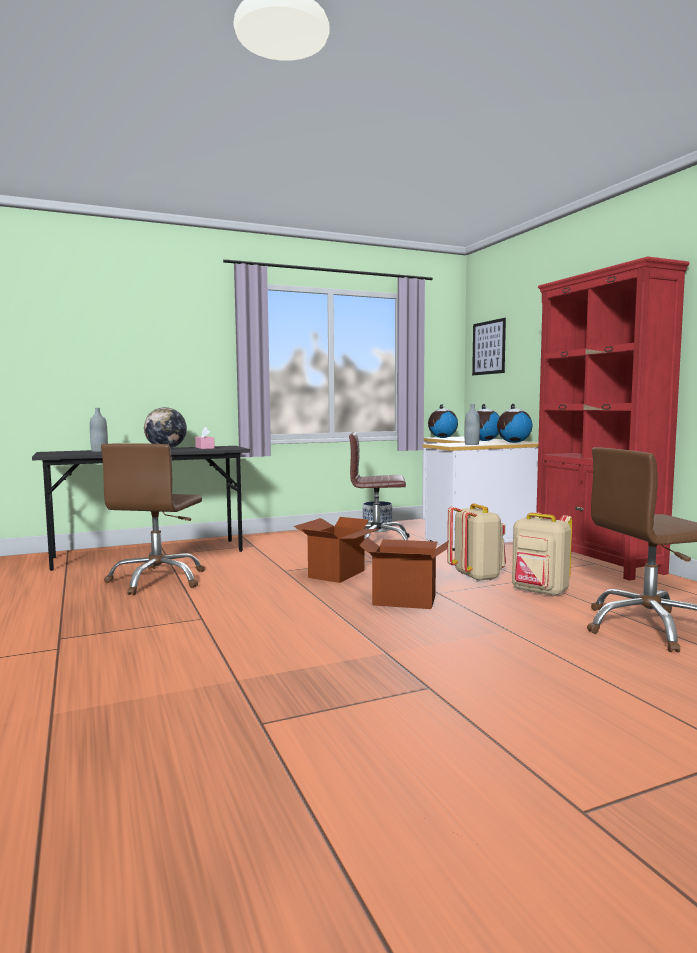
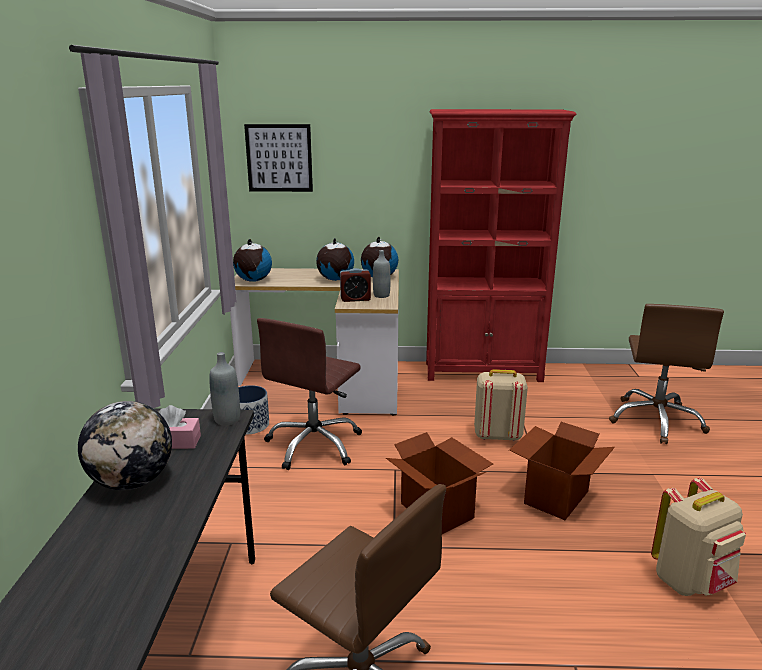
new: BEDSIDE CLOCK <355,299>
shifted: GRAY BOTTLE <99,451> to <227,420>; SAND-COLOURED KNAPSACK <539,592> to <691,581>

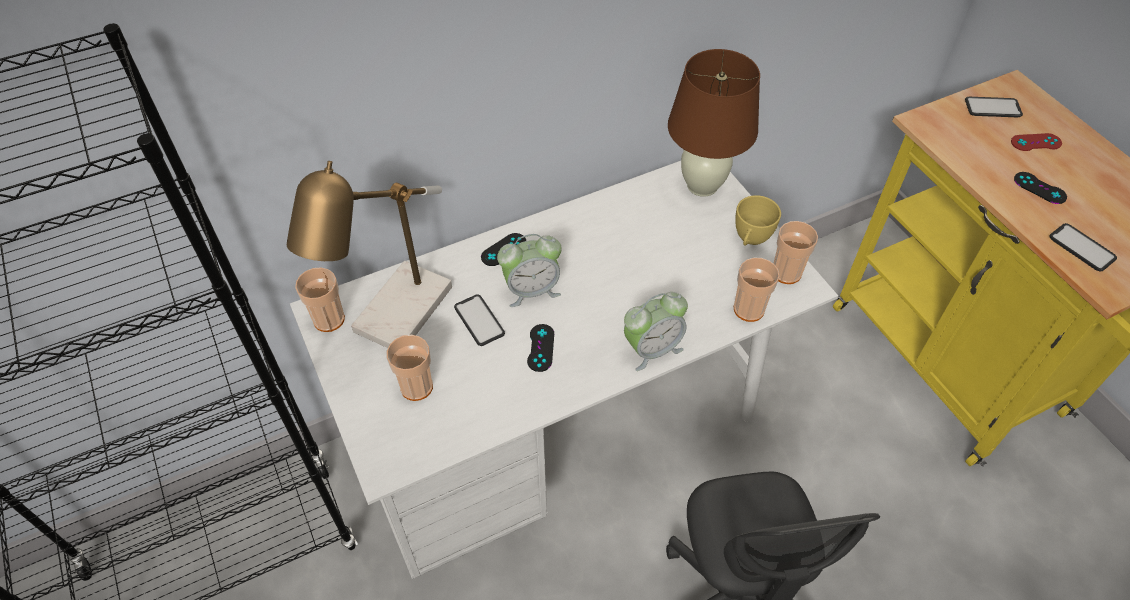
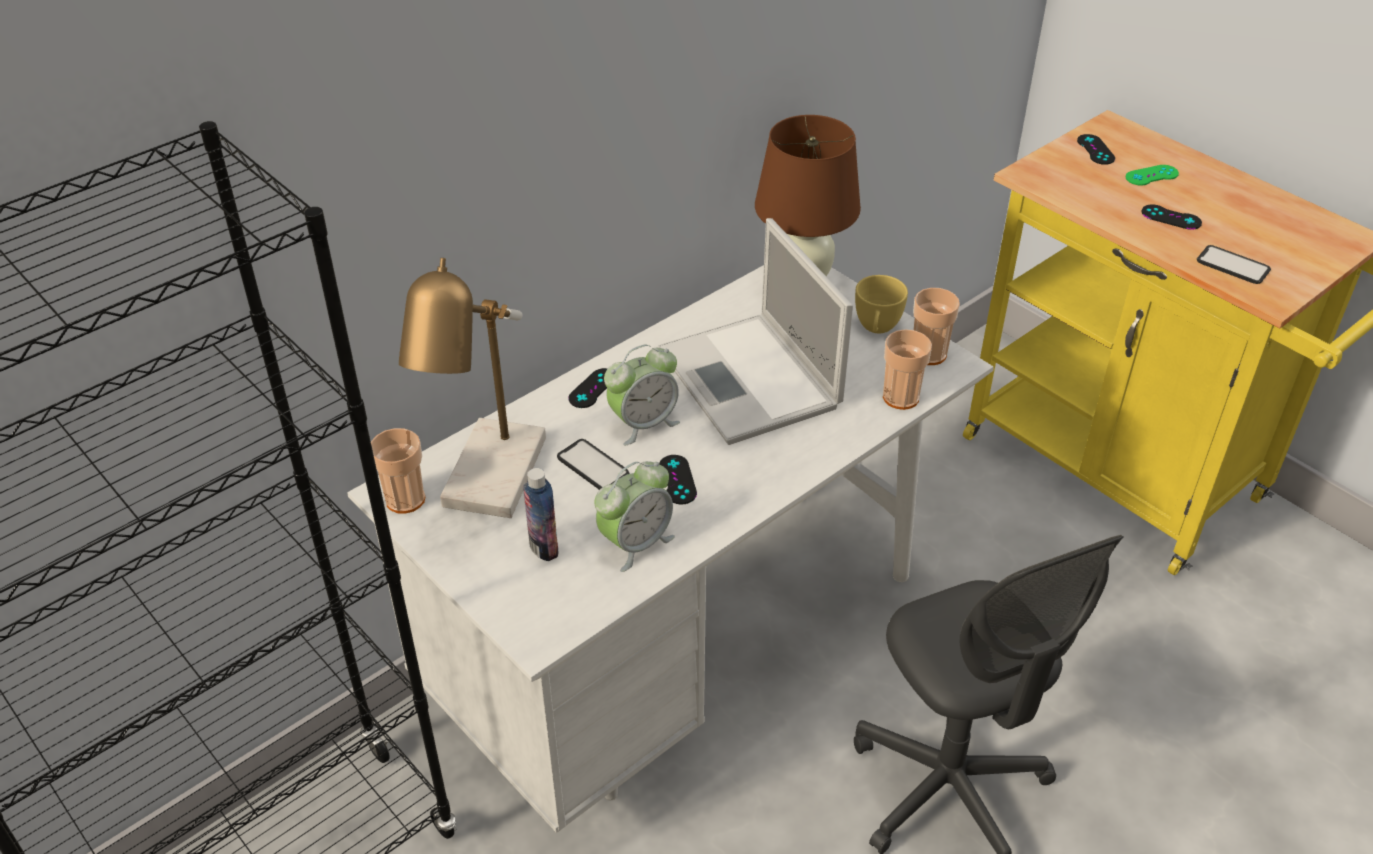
new: LAPTOP <751,380>
shifted: BEDSIDE CLOCK <652,349> to <635,543>
swapped: CUP <416,387> to BOTTLE <543,548>; HANDSET <992,108> to BLACK-COLOURED GAMEPAD <1095,150>
repainted: REDDISH GAMEPAD <1036,142> to GREEN-COLOURED GAMEPAD <1151,175>

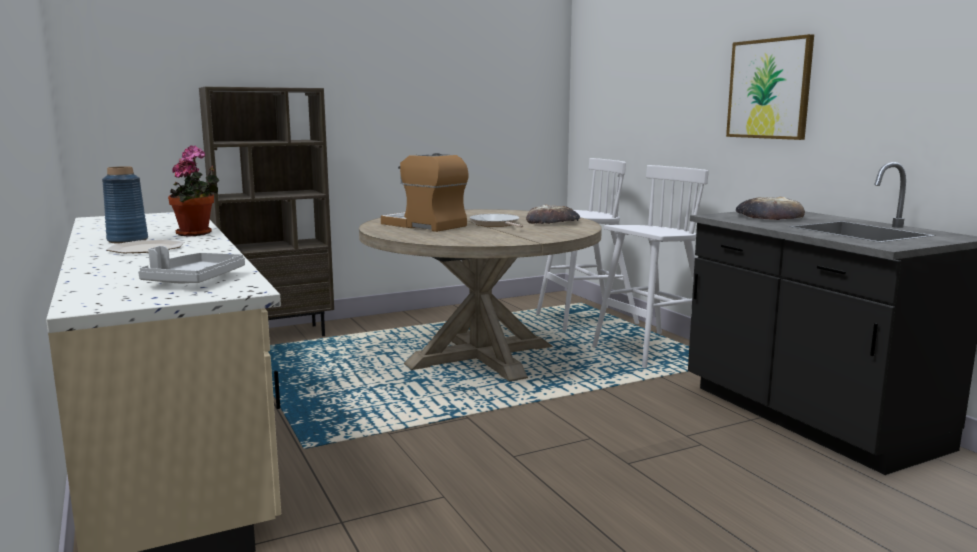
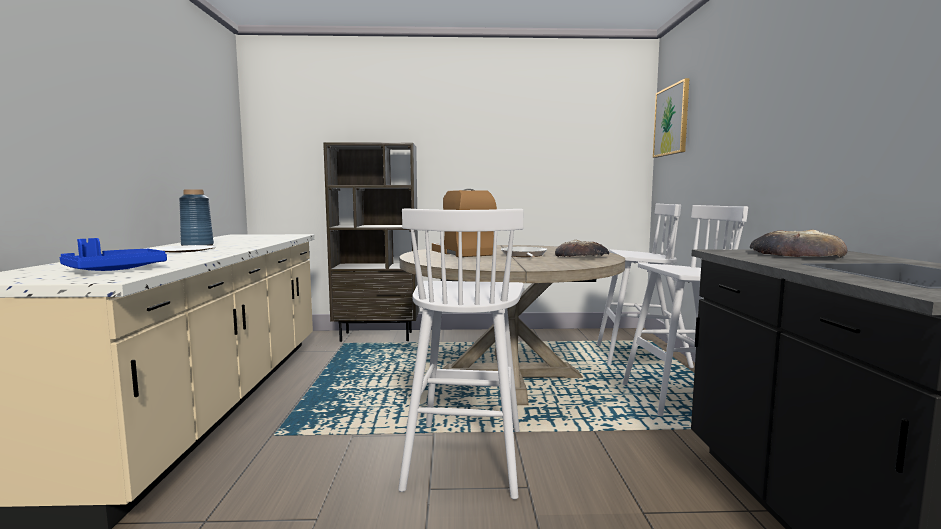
gone: HOUSEPLANT <197,234>
new: WHITISH STOOL <466,456>
shifted: WALL PICTURE <769,89> to <671,120>
repainted: GRAY CARRYING TRAY <194,280> to BLUE CARRYING TRAY <114,270>

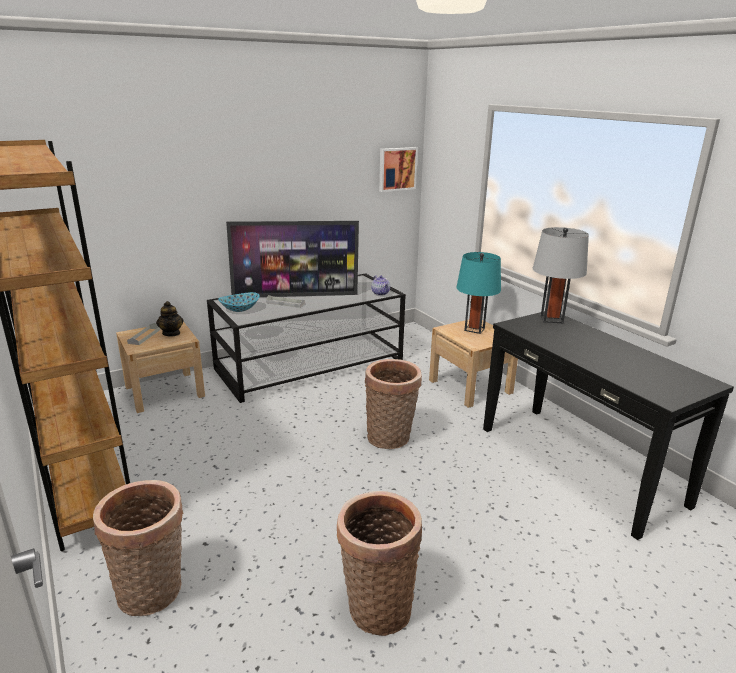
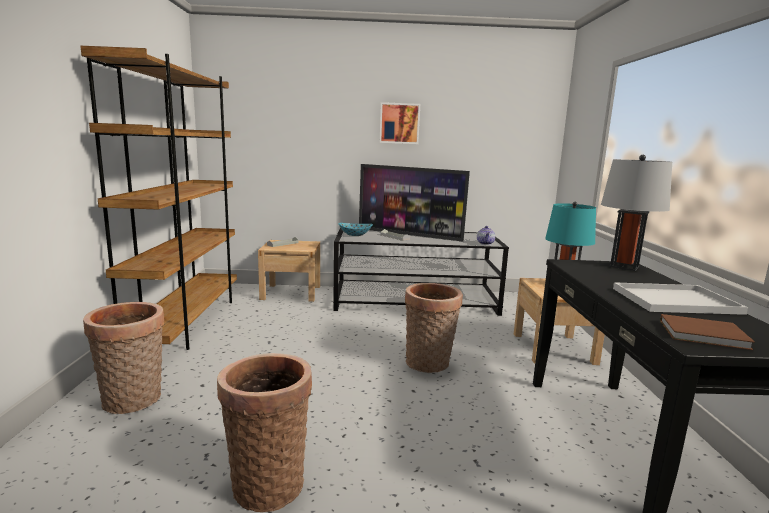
gone: TEAPOT <171,333>
new: WHITISH CARRYING TRAY <676,300>; BROWN-COLOURED BOOK <705,335>
shifted: WALL PICTURE <397,169> to <399,123>

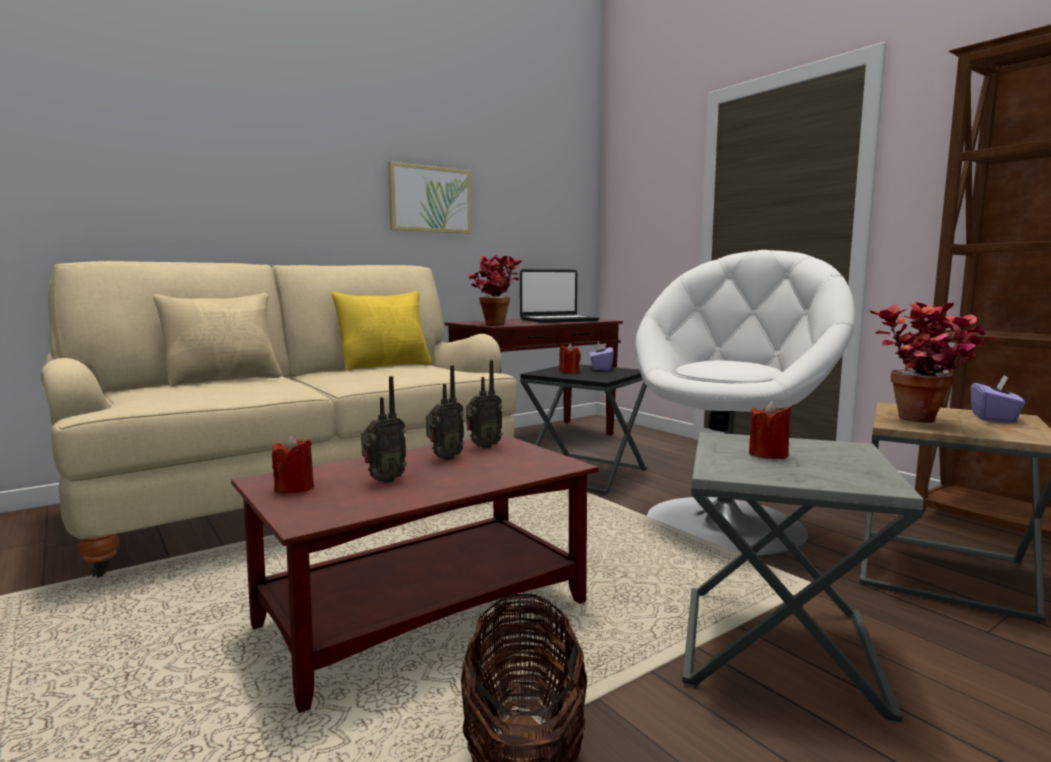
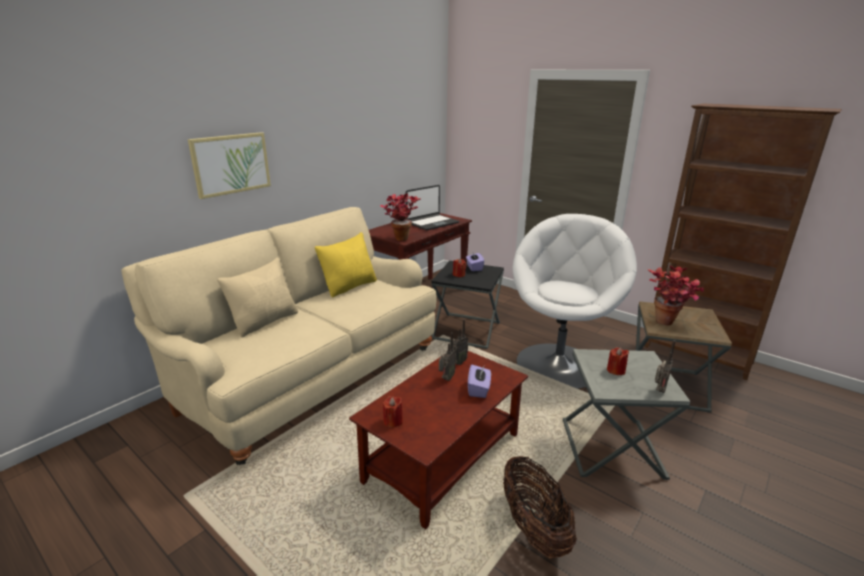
shifted: RADIO RECEIVER <383,481> to <658,390>; WALL PICTURE <430,199> to <231,164>; PURPLE-COLOURED BOX OF TISSUES <994,418> to <479,389>

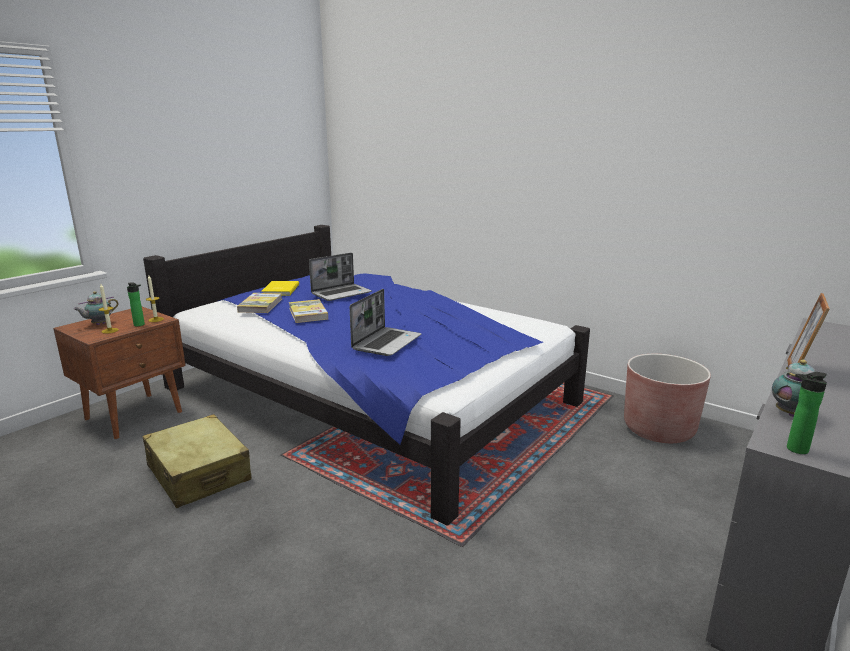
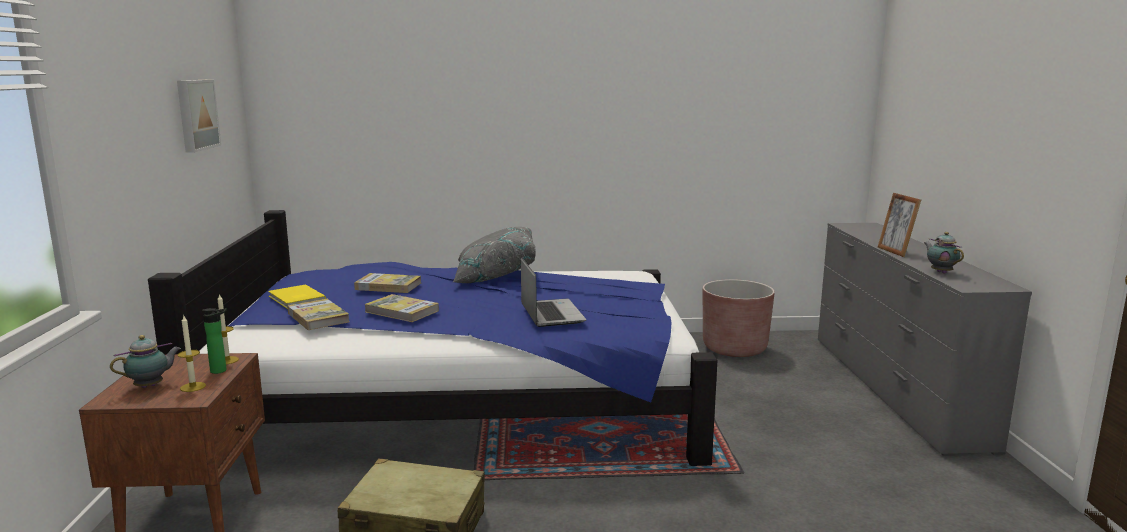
gone: BOTTLE <794,449>
new: WALL PICTURE <195,114>; GRAY THROW PILLOW <494,276>
swapped: LAPTOP <342,293> to BOOK <388,286>
rotated: TEAPOT <99,324> = <151,386> 135 degrees counterclockwise

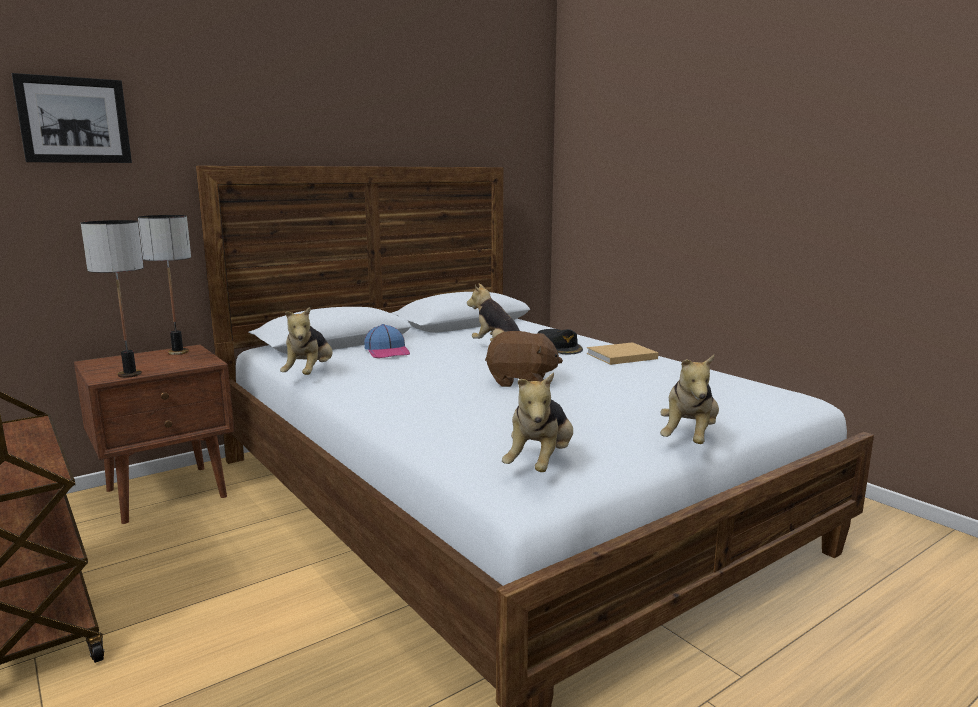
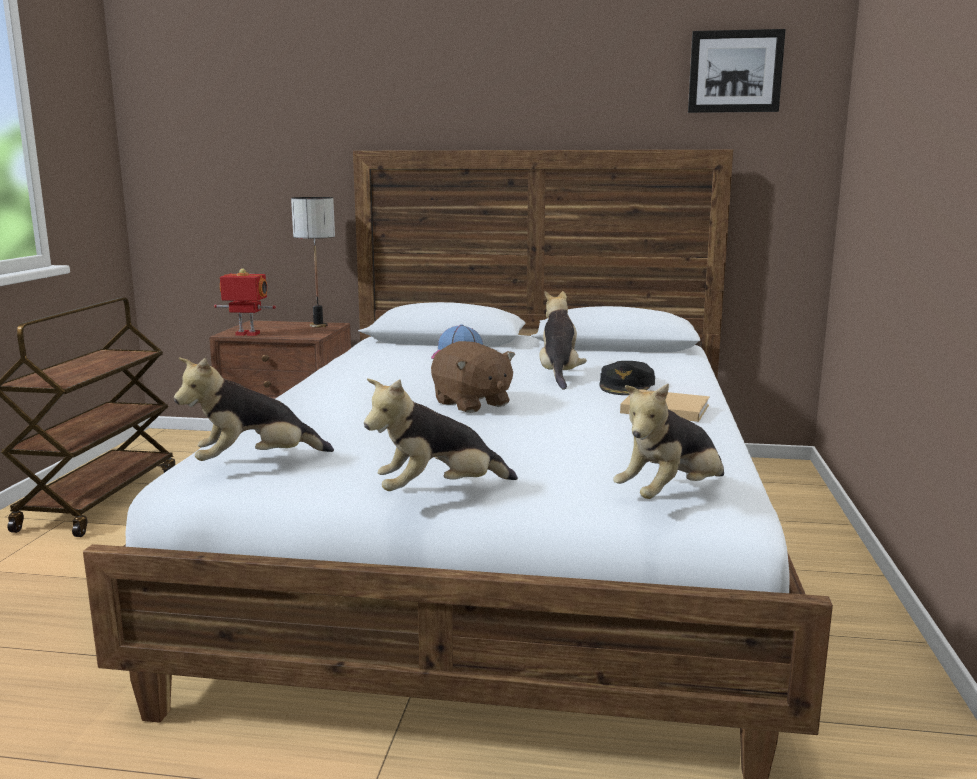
shifted: WALL PICTURE <74,120> to <735,72>; CUDDLY TOY <310,374> to <671,496>
swapped: TABLETOP LAMP <130,374> to TOY ROBOT <247,334>

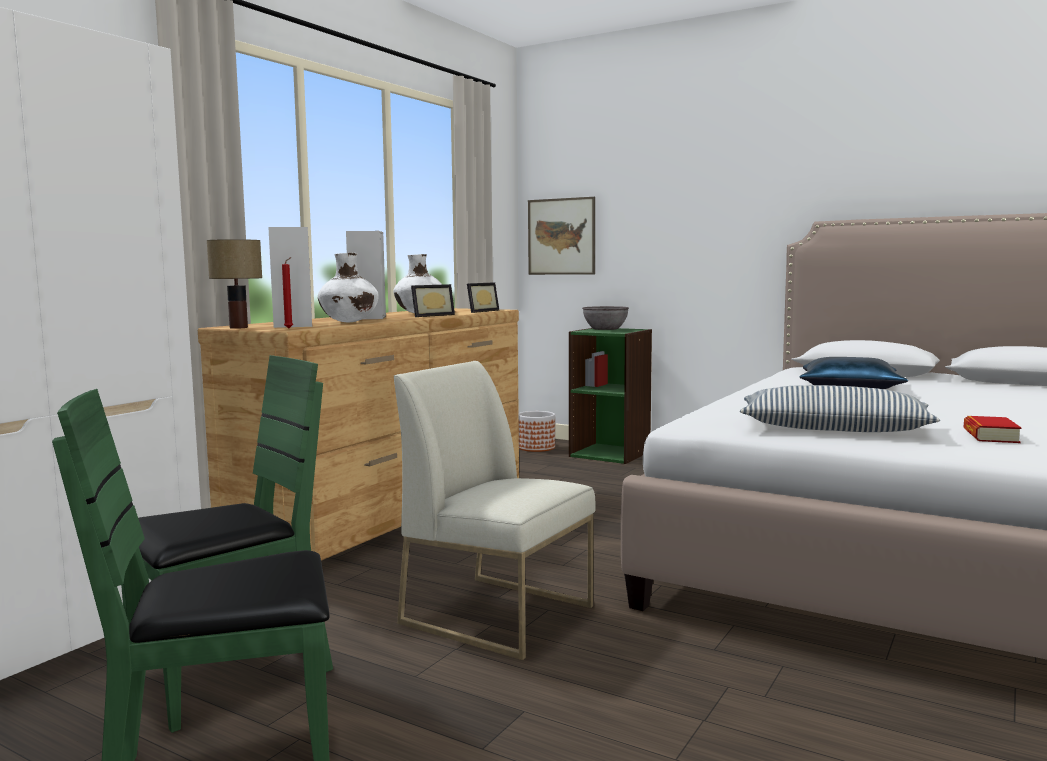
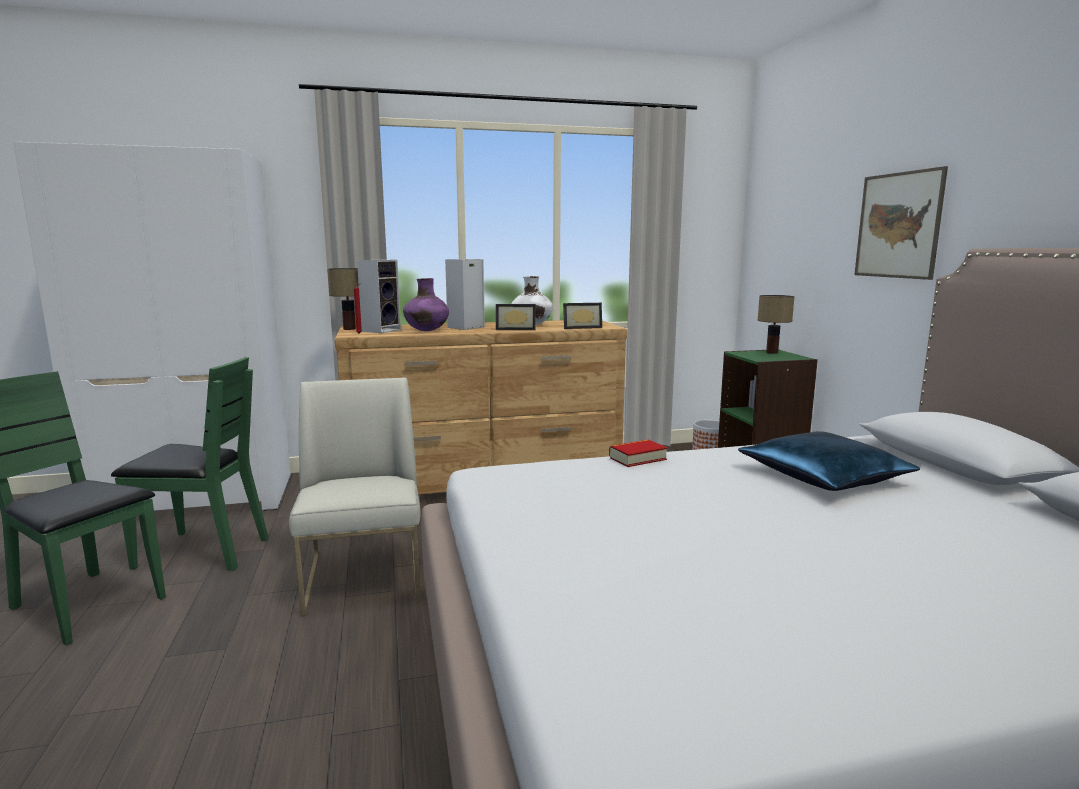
gone: THROW PILLOW <834,429>
shifted: WALL PICTURE <561,236> to <898,225>; BOOK <990,436> to <637,458>
swapped: GRAY DEEP DISH <605,328> to TABLETOP LAMP <772,352>
repainted: WHITISH DECORATIVE VASE <349,322> to PURPLE-COLOURED DECORATIVE VASE <427,331>

